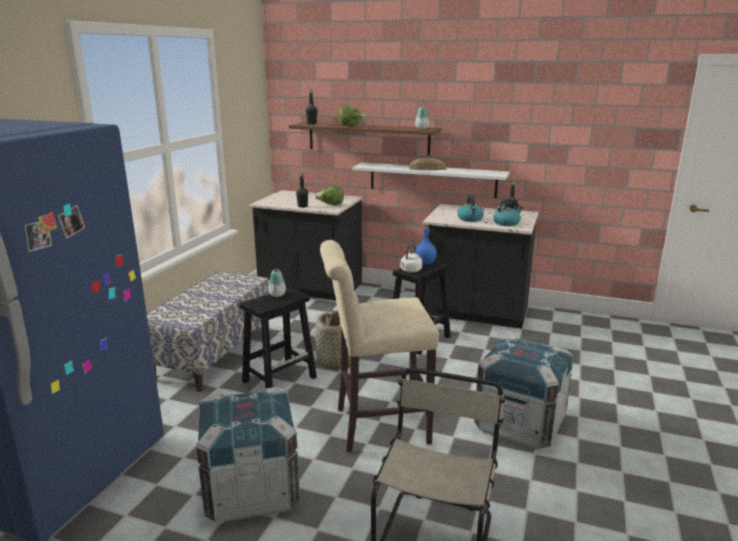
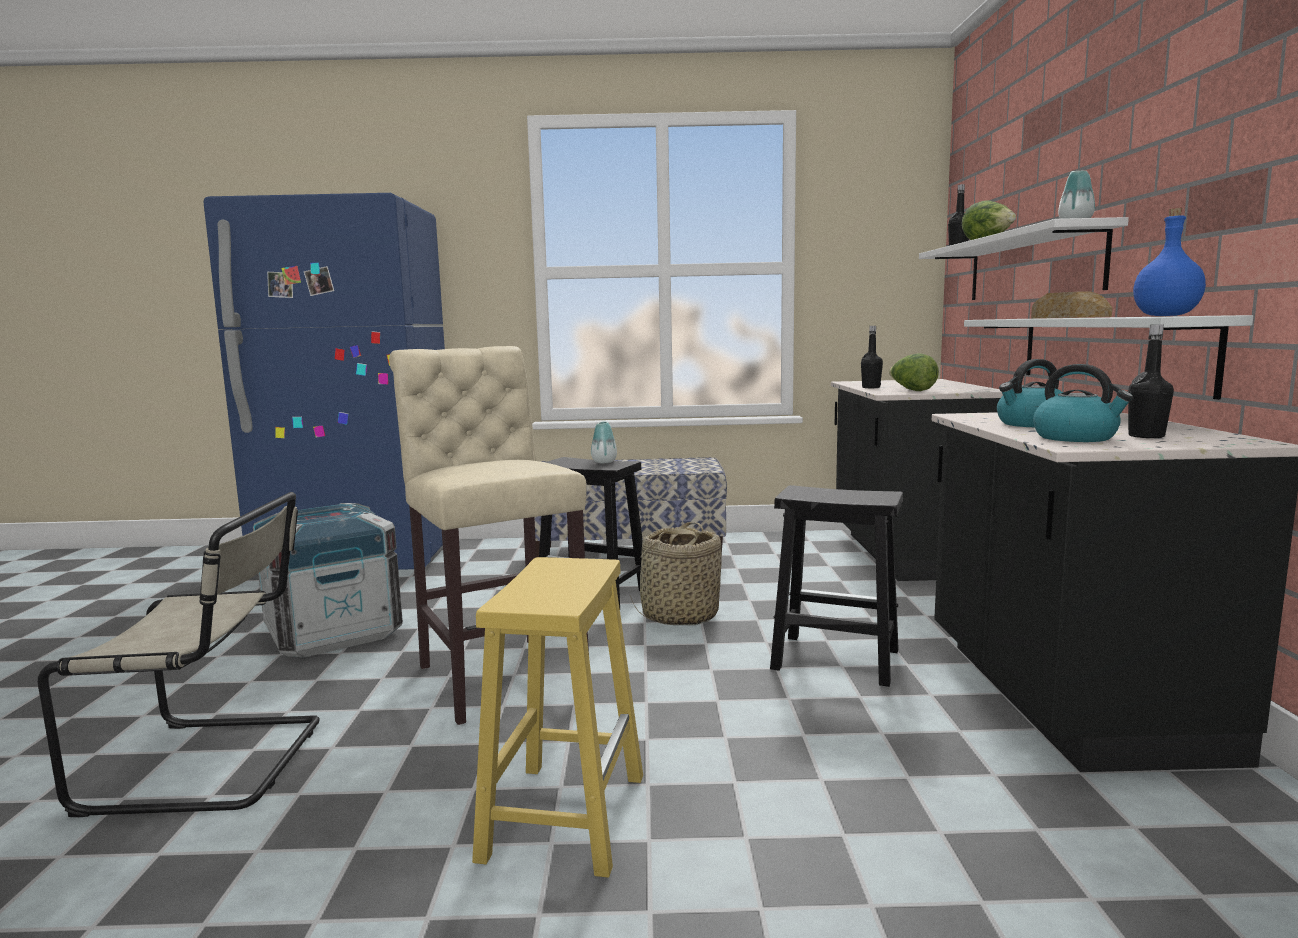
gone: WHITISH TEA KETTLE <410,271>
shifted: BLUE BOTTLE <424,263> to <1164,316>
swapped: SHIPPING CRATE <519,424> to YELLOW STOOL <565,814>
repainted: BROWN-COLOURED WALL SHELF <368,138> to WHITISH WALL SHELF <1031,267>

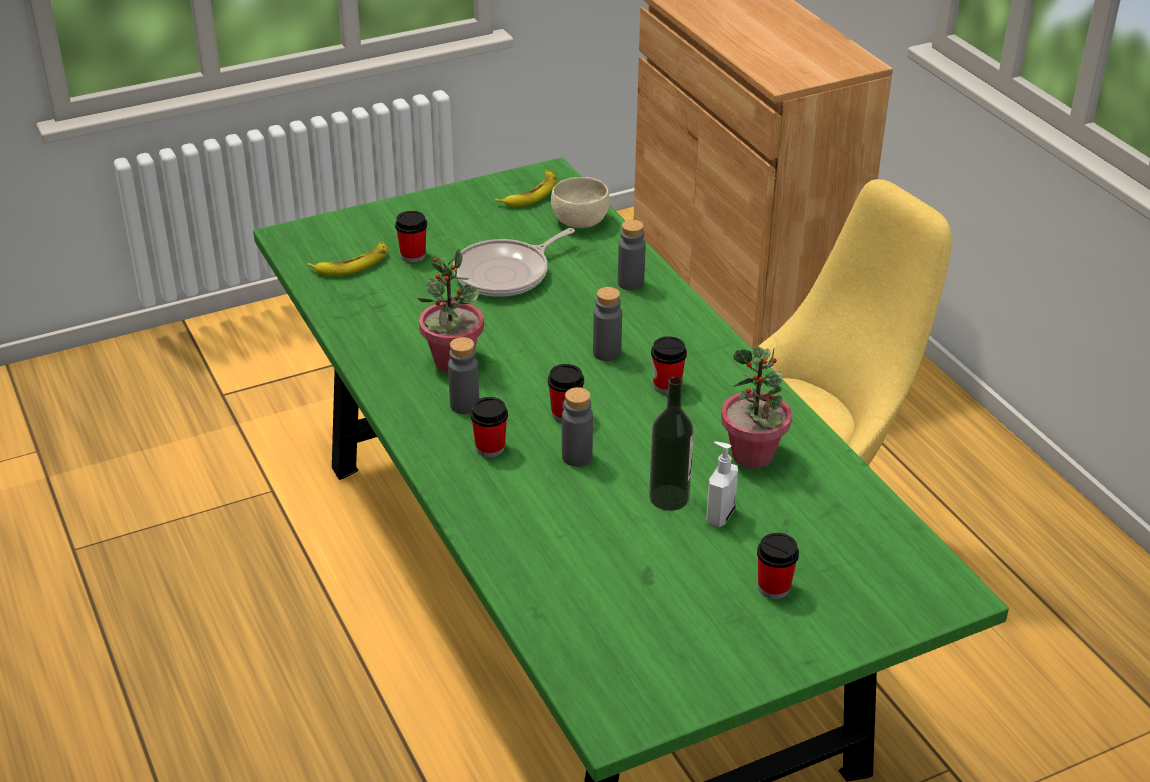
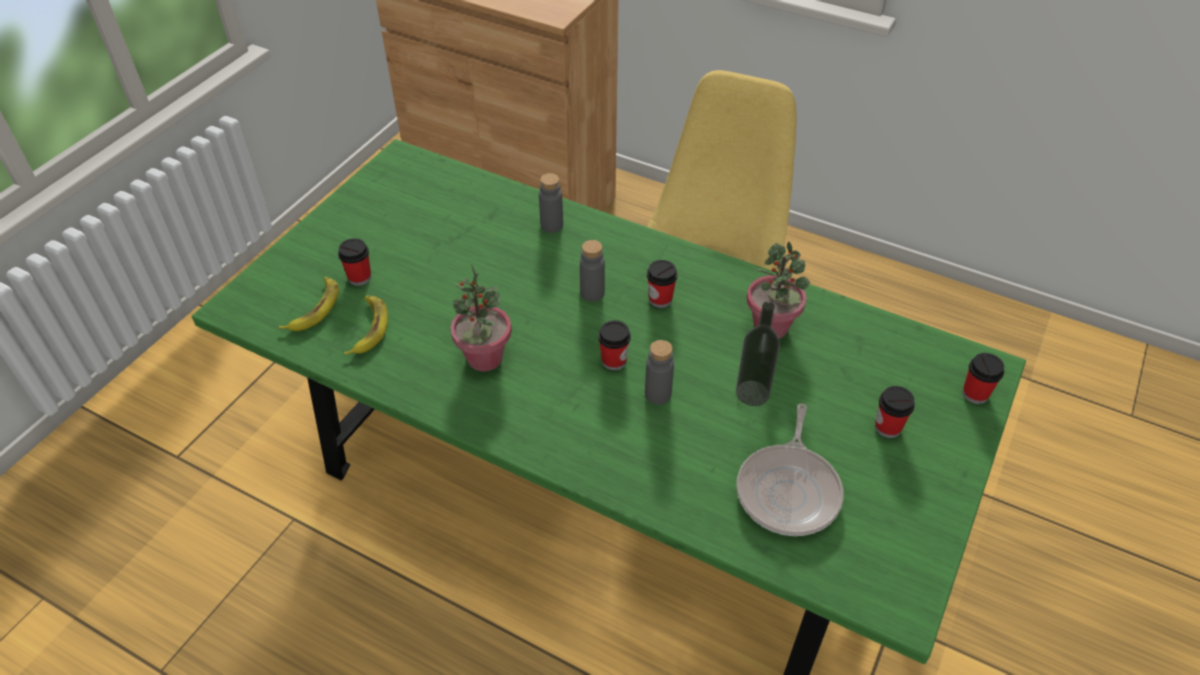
gone: GRAY BOTTLE <464,405>; SAND-COLOURED DEEP DISH <579,220>; LIQUID SOAP BOTTLE <719,515>
shifted: SKILLET <506,274> to <789,490>; CUP <490,448> to <975,394>; WHOLE BANANA <531,194> to <368,328>

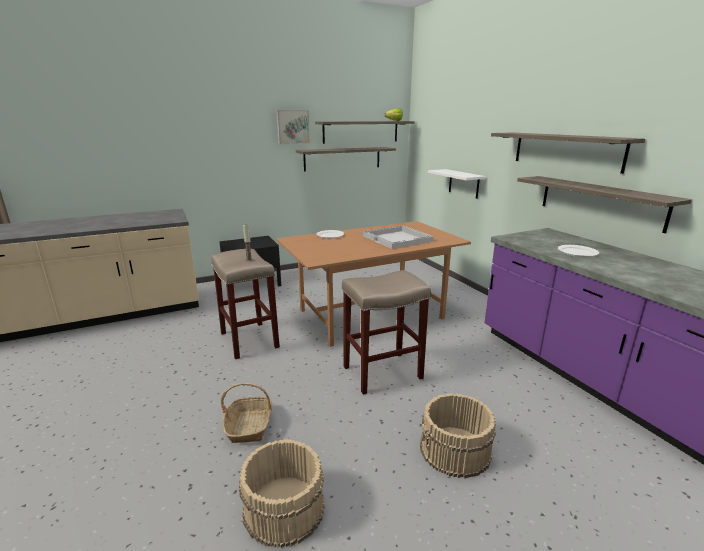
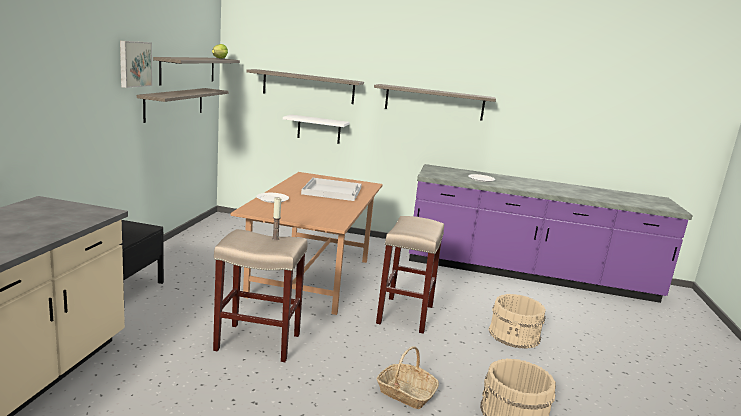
shifted: WALL SHELF <599,201> to <308,87>

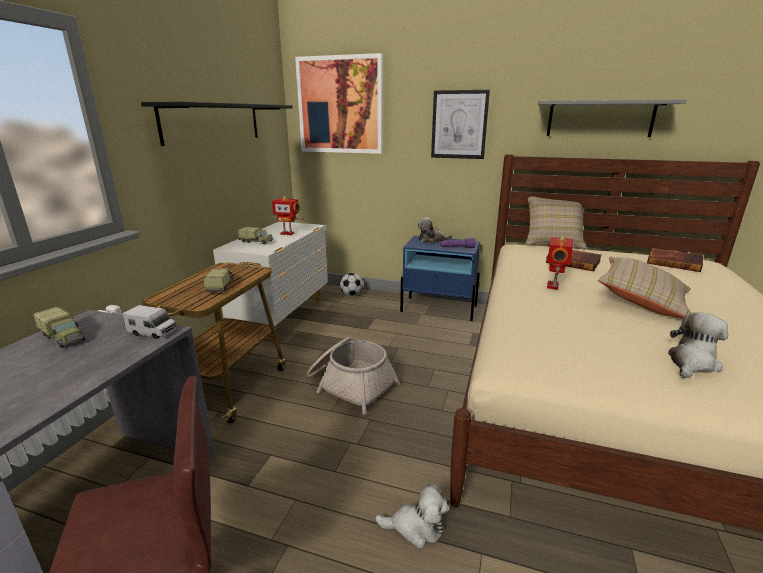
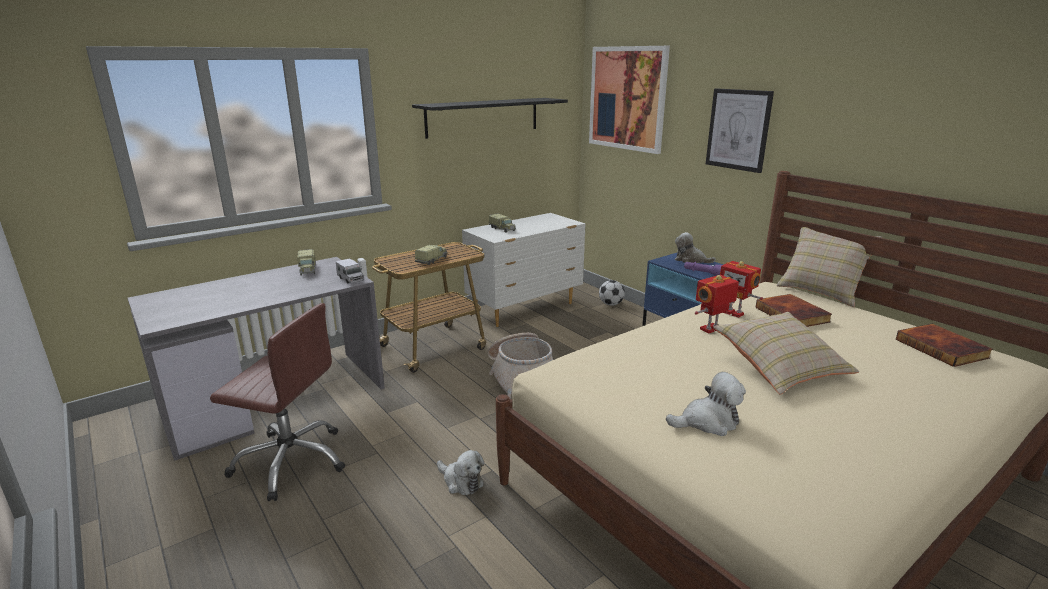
gone: GRAY WALL SHELF <600,119>
shifted: TOY ROBOT <287,233> to <734,313>

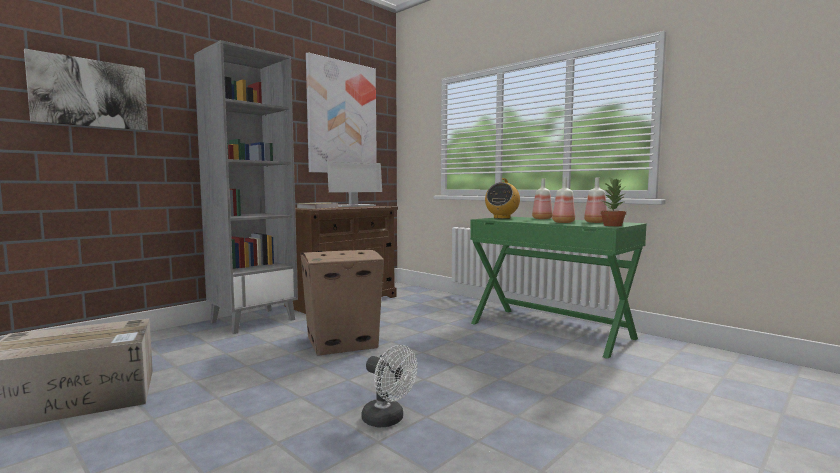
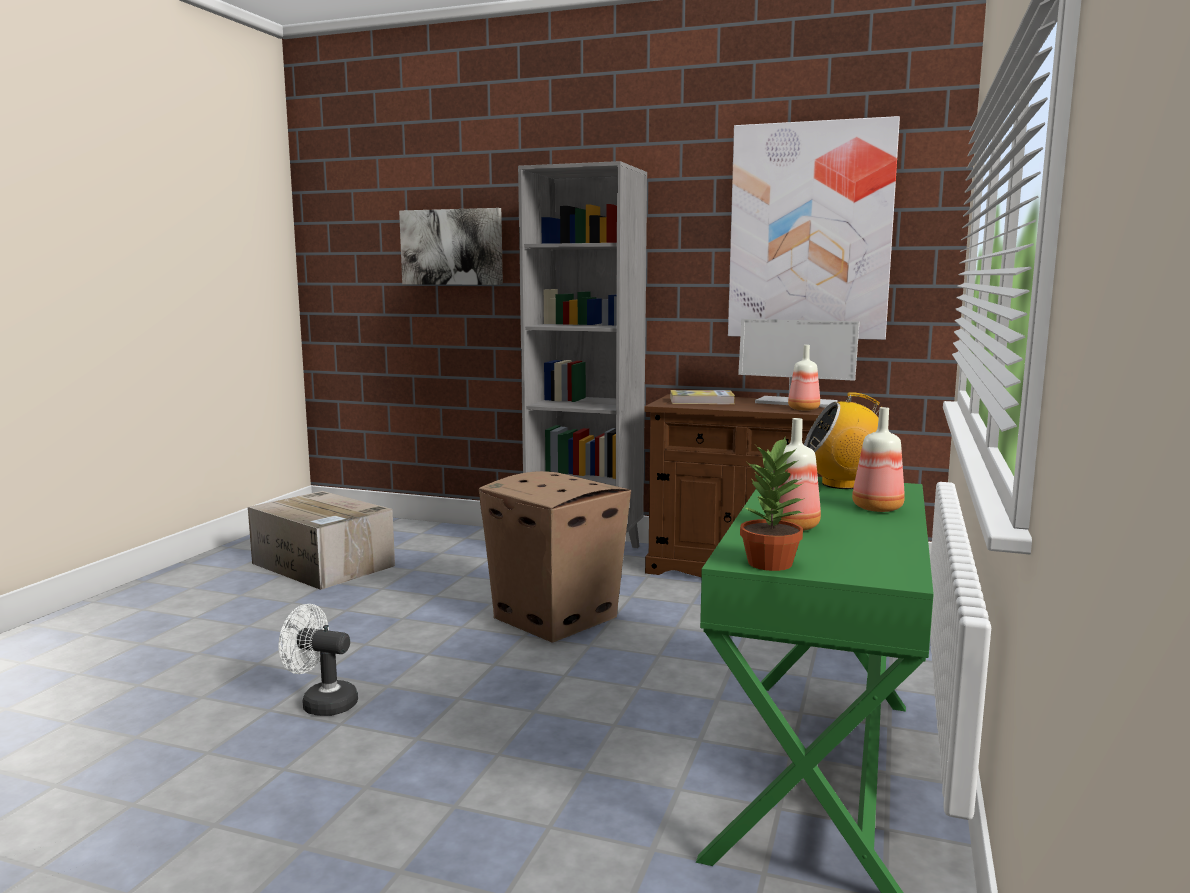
shifted: BOTTLE <596,222> to <804,409>
rotated: WHITISH ELECTRIC FAN <388,420> = <321,703> 90 degrees clockwise

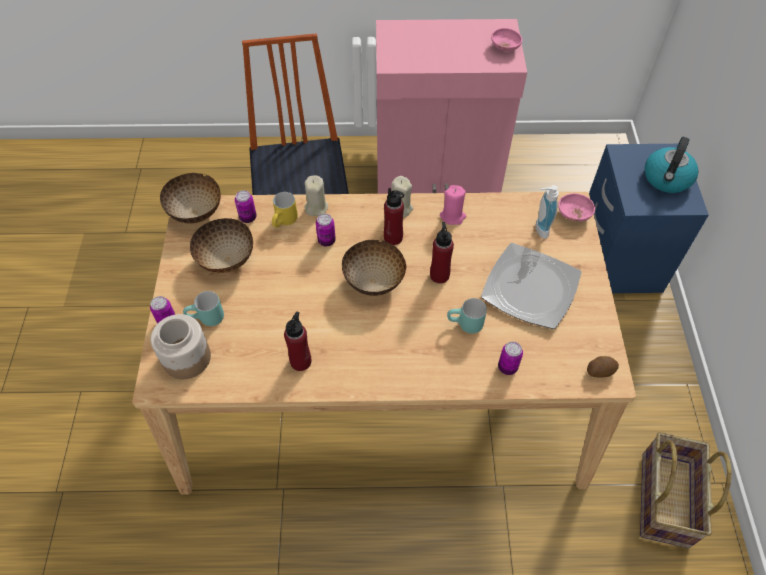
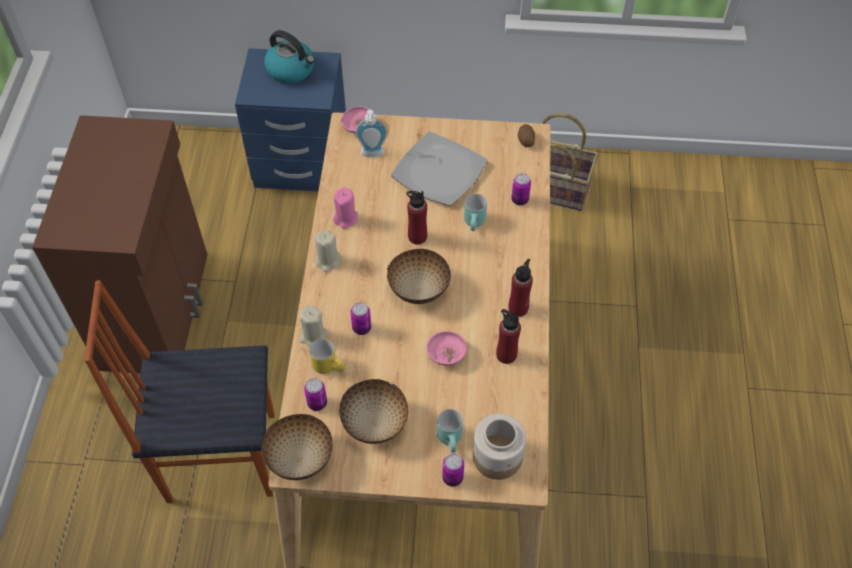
shifted: REDDISH BOTTLE <393,237> to <518,308>; PINK-COLOURED DEEP DISH <505,47> to <446,354>
repainted: PINK-COLOURED STORAGE CABINET <437,183> to BROWN-COLOURED STORAGE CABINET <158,309>

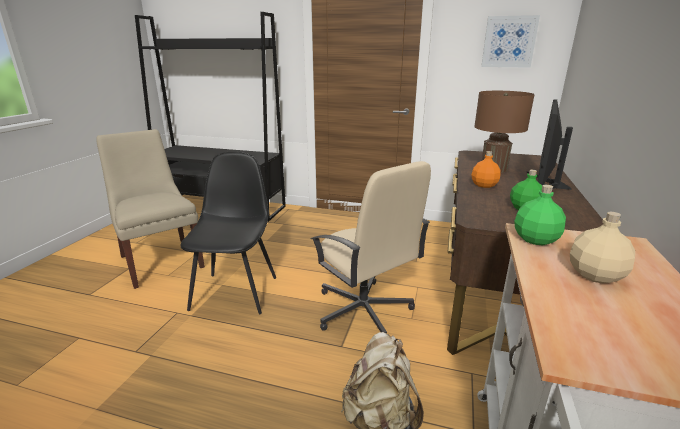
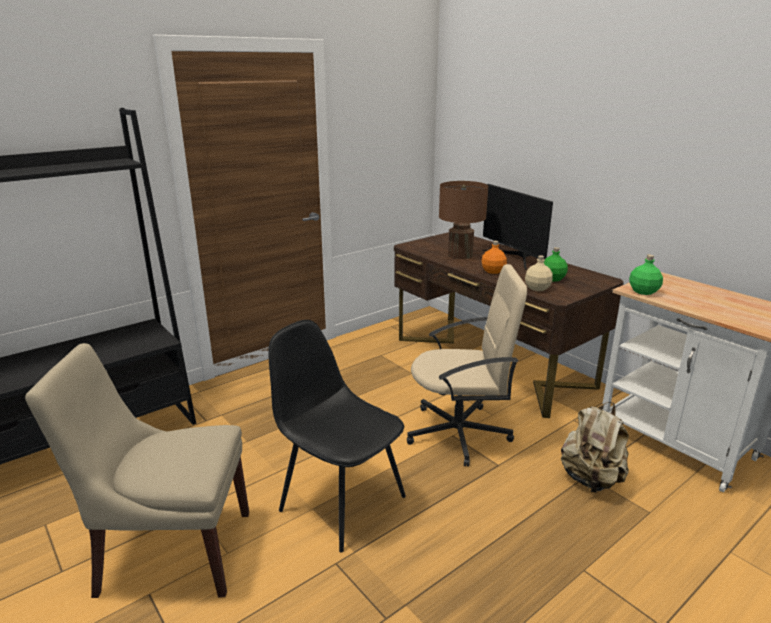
gone: WALL PICTURE <509,42>
shifted: SAND-COLOURED BOTTLE <595,275> to <537,288>

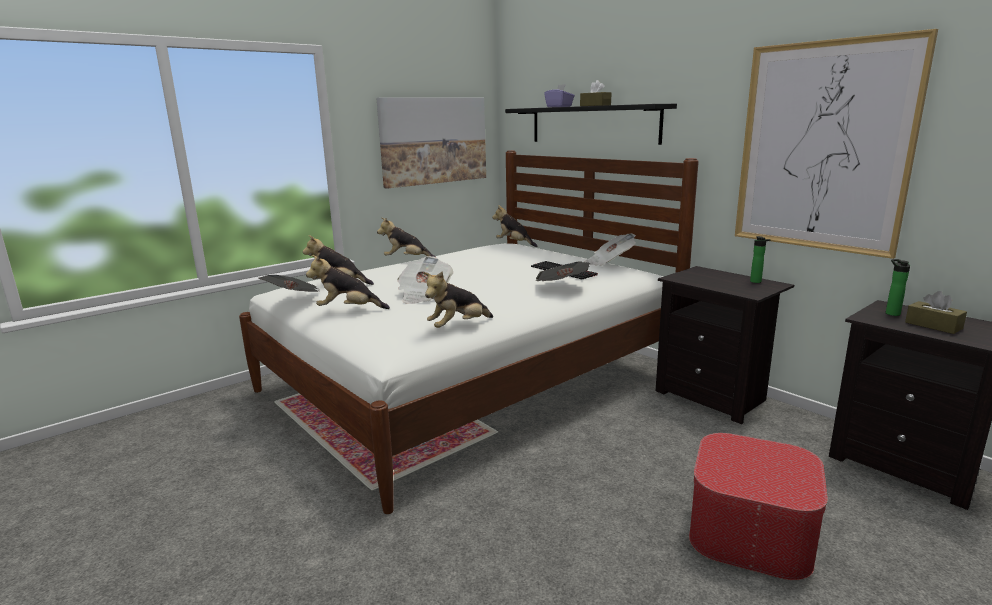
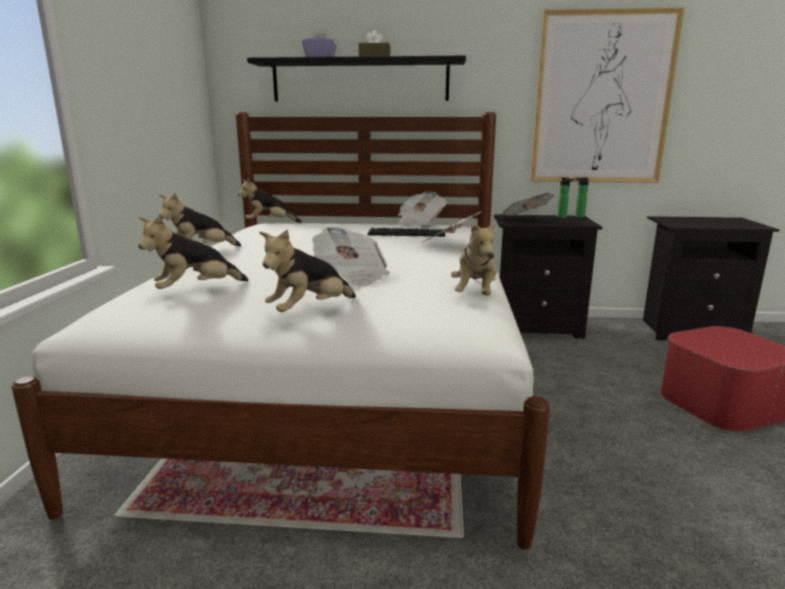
gone: WALL PICTURE <433,141>; BROWN-COLOURED BOX OF TISSUES <933,325>
shifted: DAILY PAPER <294,299> to <525,219>; BOTTLE <891,313> to <578,216>

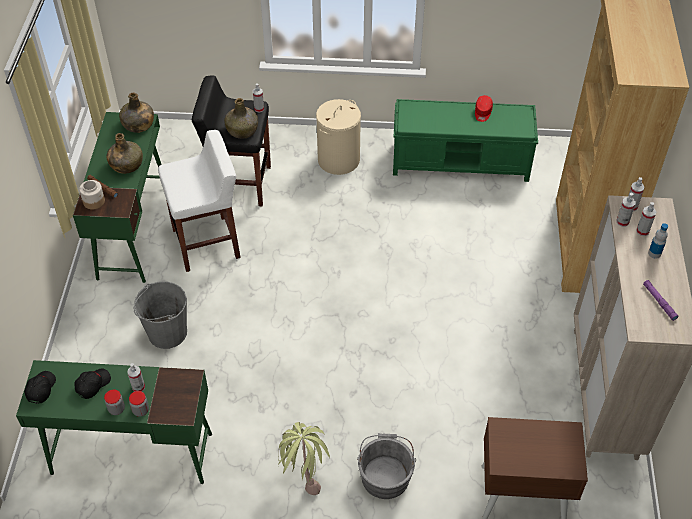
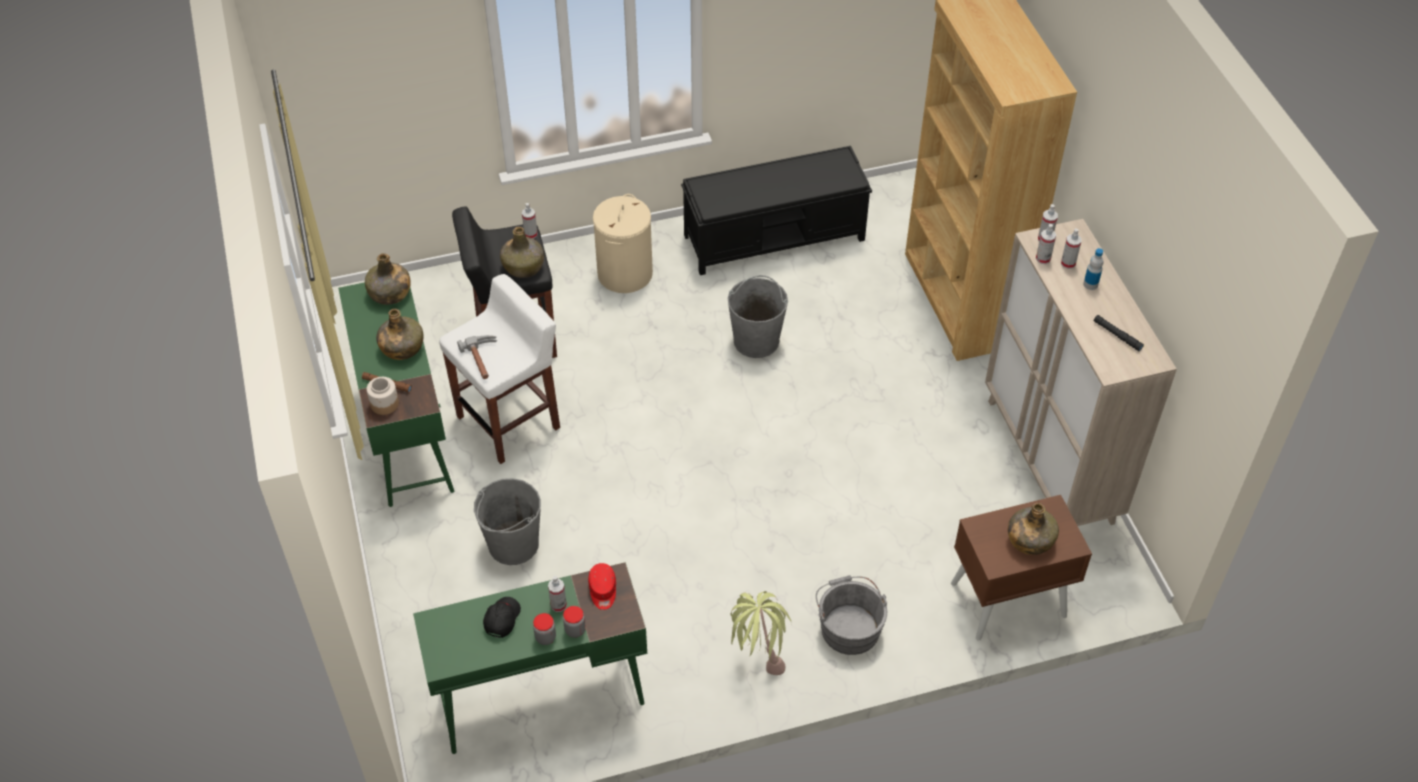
gone: BLACK-COLOURED BASEBALL CAP <41,389>
new: TOOL HAMMER <484,360>; GRAY WATER BUCKET <756,340>; GREEN-COLOURED BOTTLE <1029,540>
shifted: REDDISH BASEBALL CAP <482,112> to <603,591>
repainted: GREEN-COLOURED BENCH <461,162> to BLACK-COLOURED BENCH <775,237>; PURPLE-COLOURED FLASHLIGHT <659,302> to BLACK-COLOURED FLASHLIGHT <1117,335>

